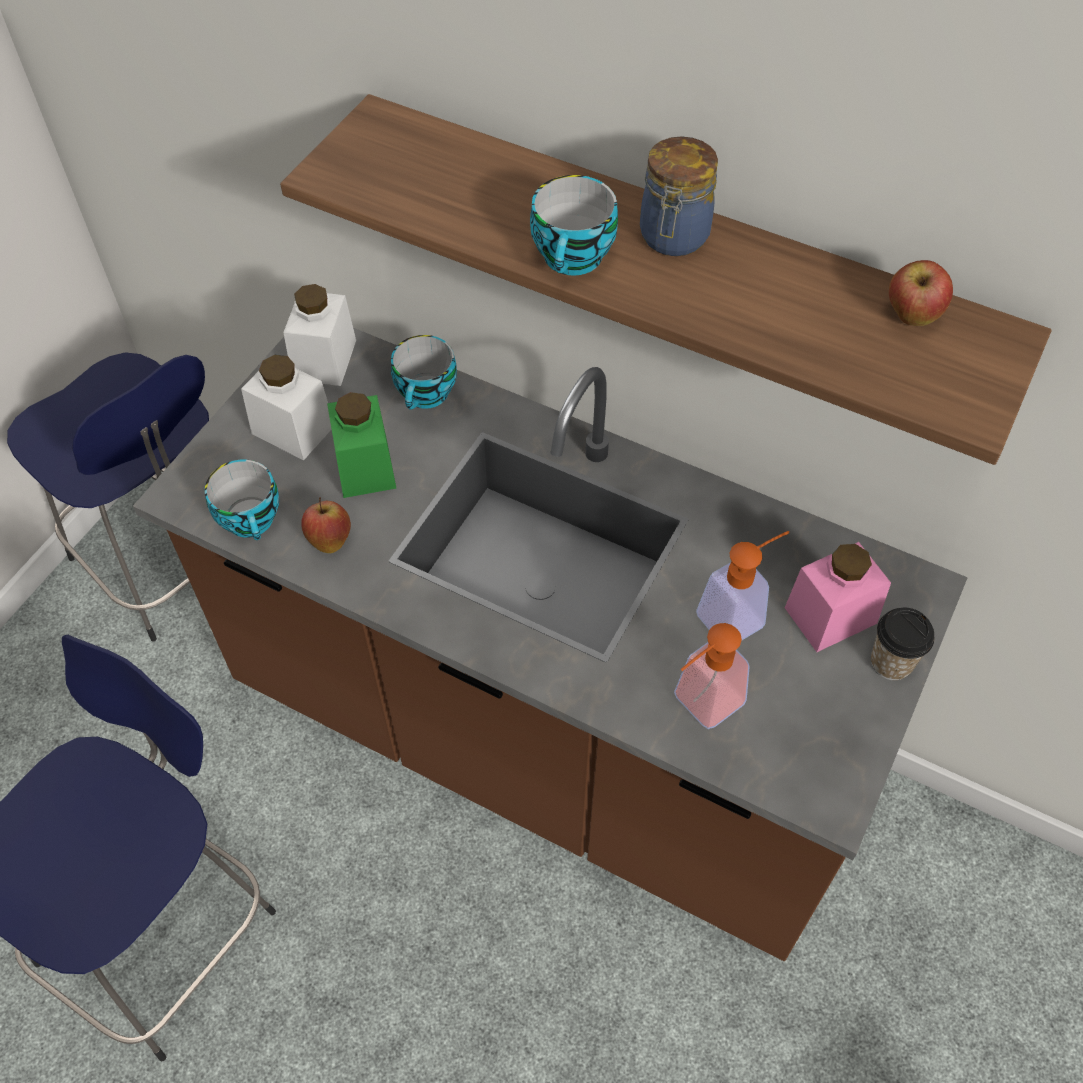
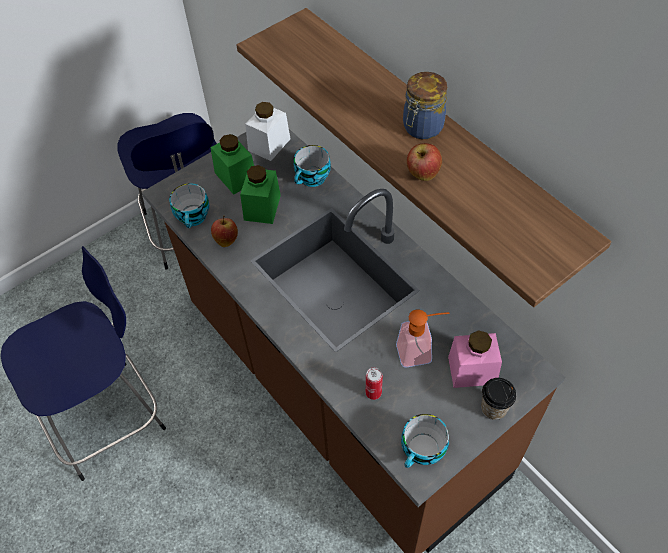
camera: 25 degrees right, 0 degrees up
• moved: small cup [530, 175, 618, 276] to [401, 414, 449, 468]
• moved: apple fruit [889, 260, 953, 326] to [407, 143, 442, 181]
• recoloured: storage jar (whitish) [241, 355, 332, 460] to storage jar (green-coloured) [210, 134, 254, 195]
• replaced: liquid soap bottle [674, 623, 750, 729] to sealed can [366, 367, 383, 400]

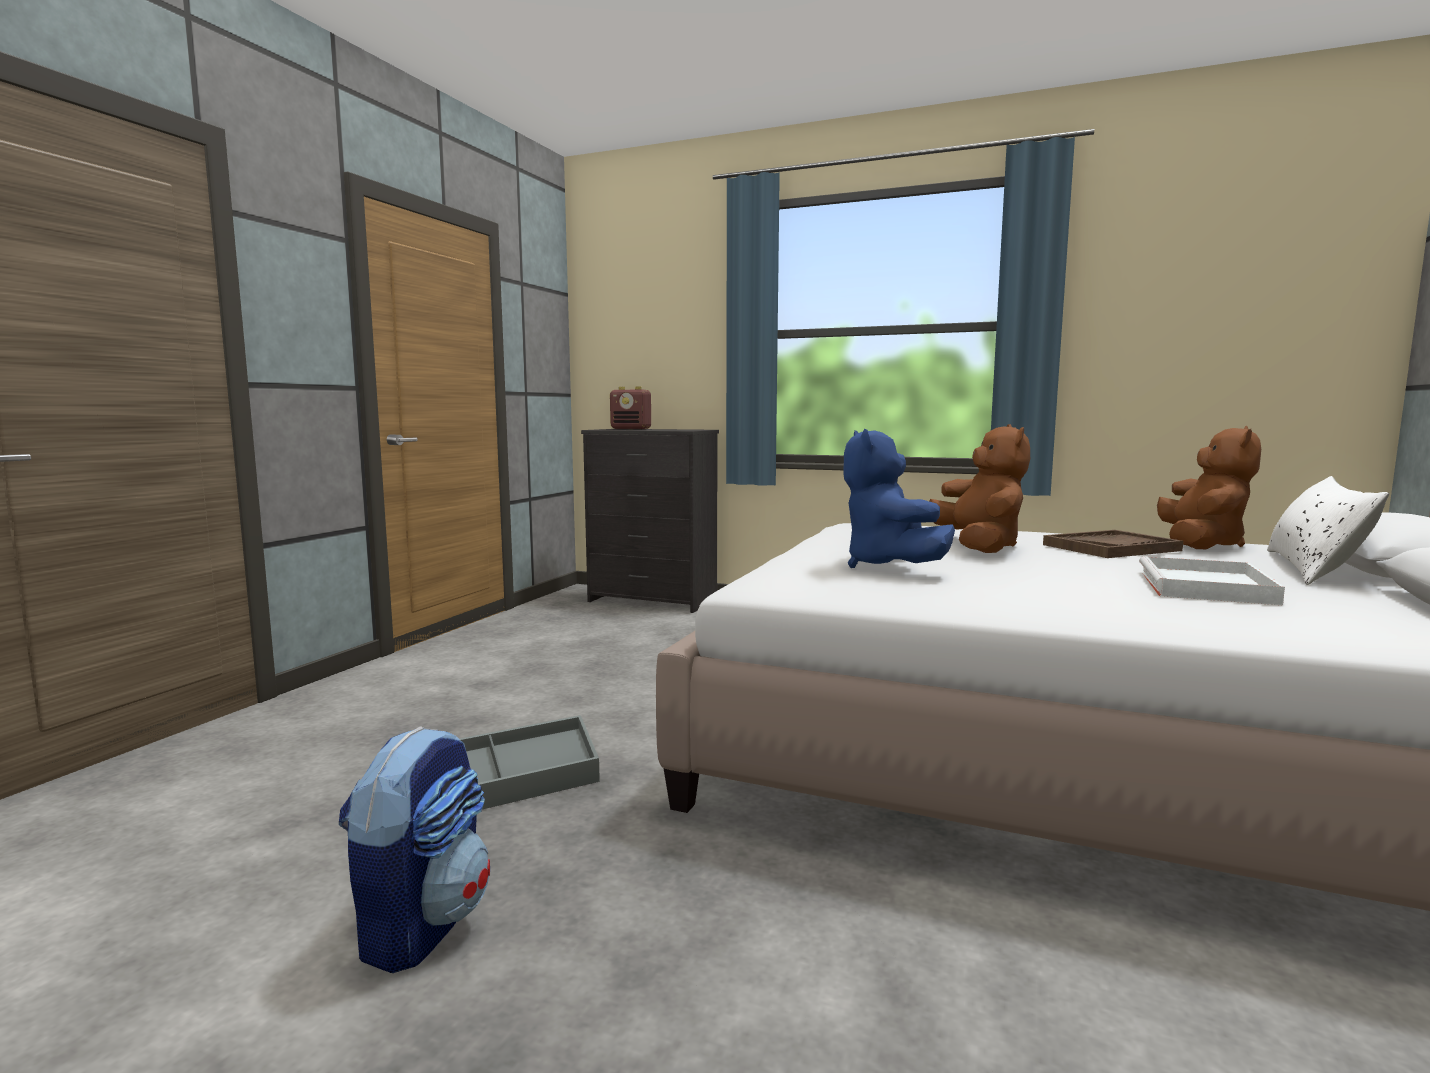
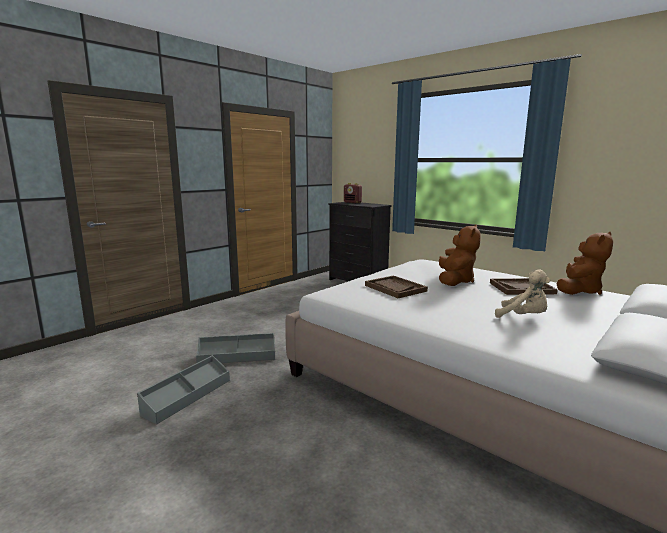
camera: 20 degrees right, 5 degrees up
• replaced: plush toy (blue) [843, 429, 955, 568] to tray (brown-coloured) [365, 276, 428, 298]
• removed: pillow (whitish) [1267, 476, 1389, 585]
• replaced: tray (whitish) [1139, 556, 1285, 605] to plush toy (beige) [495, 269, 550, 318]
• replaced: backpack [339, 726, 490, 973] to storage container (grey) [137, 355, 230, 424]

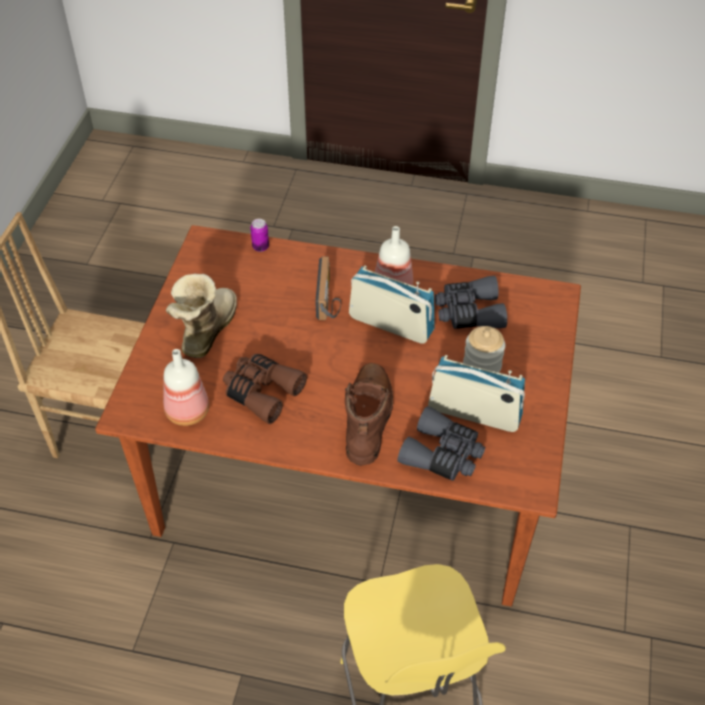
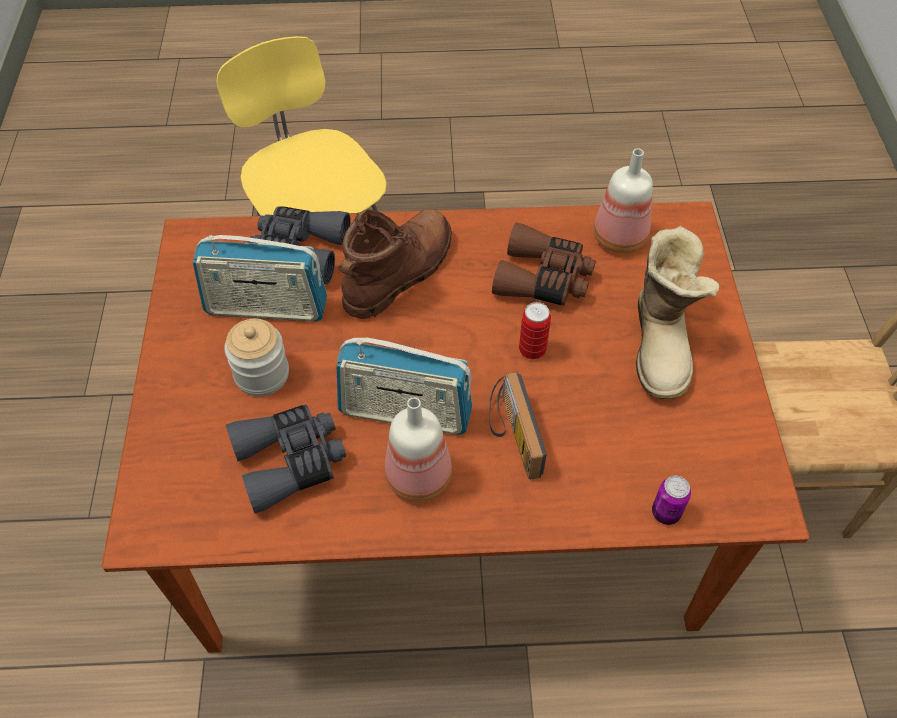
camera: 165 degrees right, 5 degrees up
• turned: high-top boot (brown-coloured) [345, 363, 393, 466] = [338, 209, 452, 319] 135 degrees counterclockwise
• added: sealed can [519, 302, 551, 360]

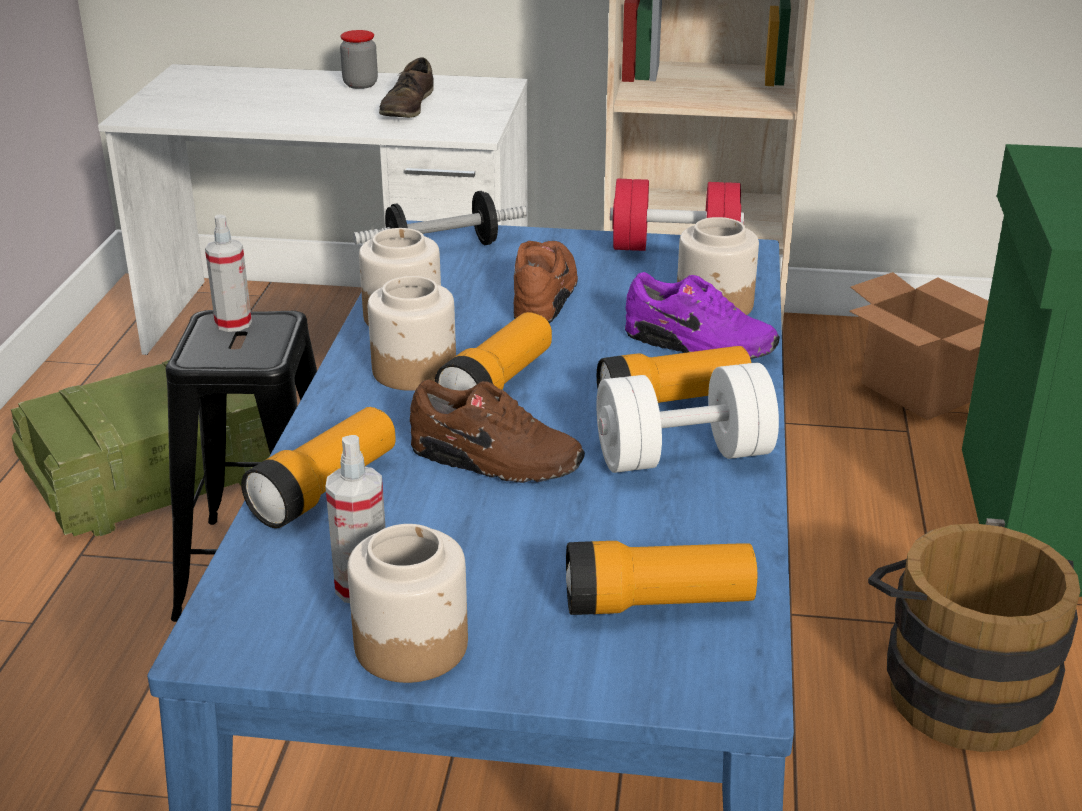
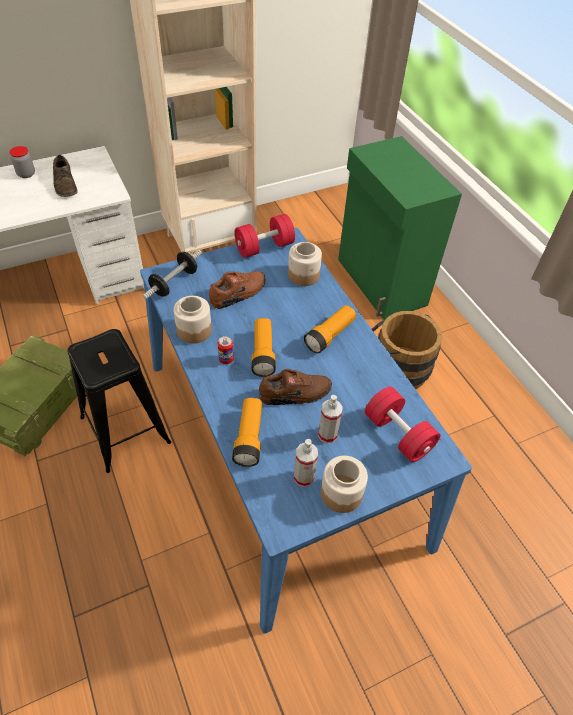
camera: 35 degrees left, 20 degrees up
• moved: spray bottle [205, 215, 252, 332] to [318, 395, 343, 443]
• turned: item of footwear (brown-coloured) [514, 241, 578, 323] = [209, 271, 265, 309] 75 degrees clockwise
• removed: item of footwear (purplish) [625, 272, 780, 359]
• removed: carton [849, 272, 988, 420]
• replaced: storage jar [368, 276, 456, 391] to sealed can [218, 336, 234, 364]
• removed: dumbbell (whitish) [596, 363, 779, 473]
• replaced: torch [566, 541, 757, 615] to dumbbell (reddish) [365, 387, 441, 462]

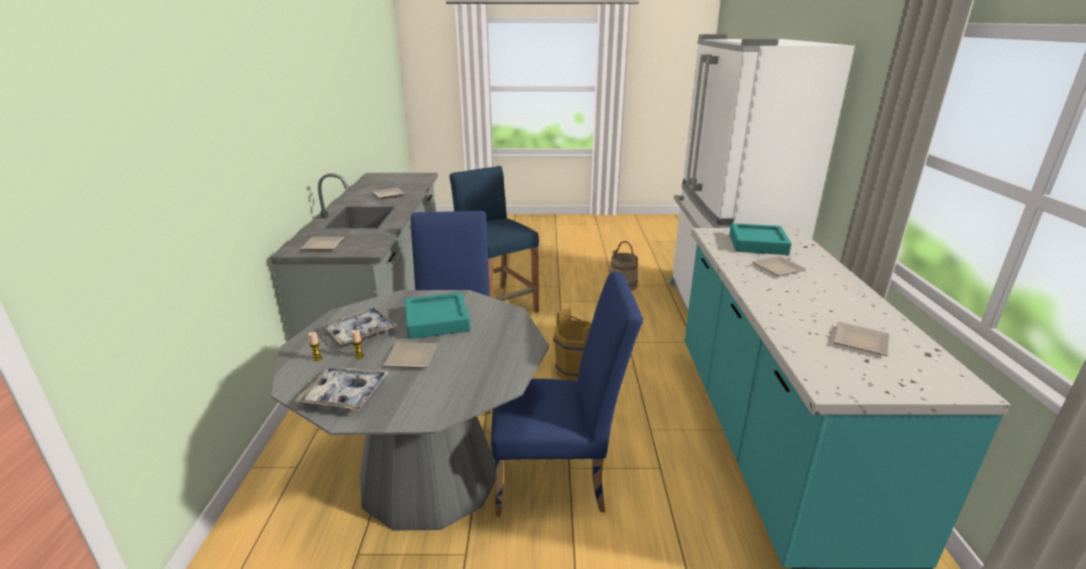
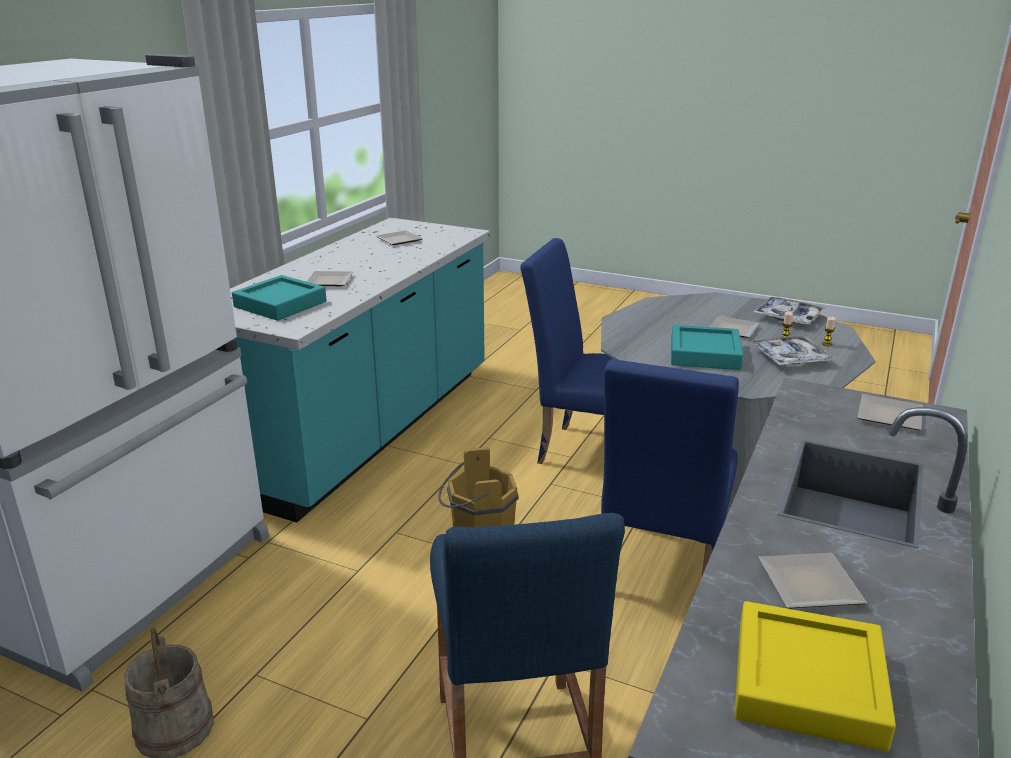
camera: 155 degrees left, 0 degrees up
• added: tray (yellowish) [734, 601, 896, 752]

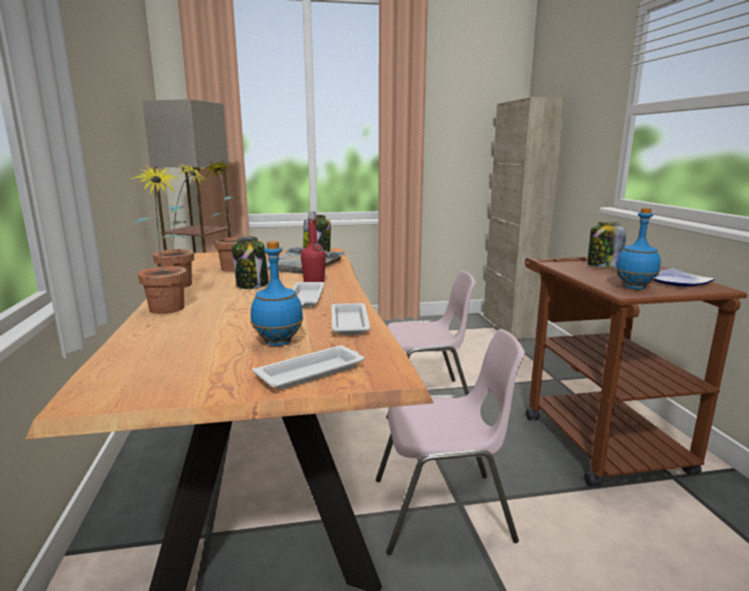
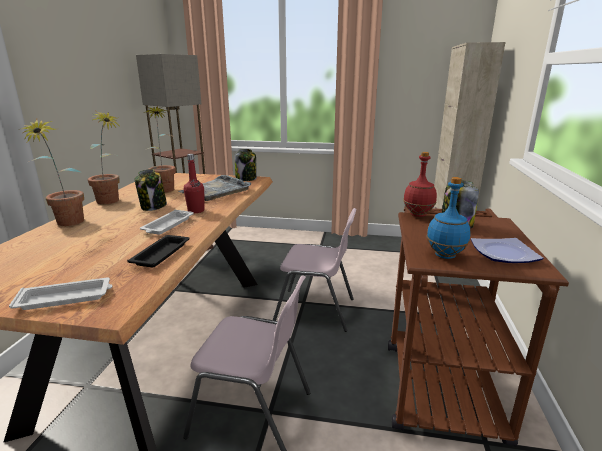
camera: 20 degrees right, 5 degrees up
• removed: bottle (blue) [251, 241, 303, 346]
• recoloured: tray (whitish) [332, 303, 370, 335] to tray (black-coloured) [127, 235, 190, 268]
• added: bottle (reddish) [403, 152, 437, 217]

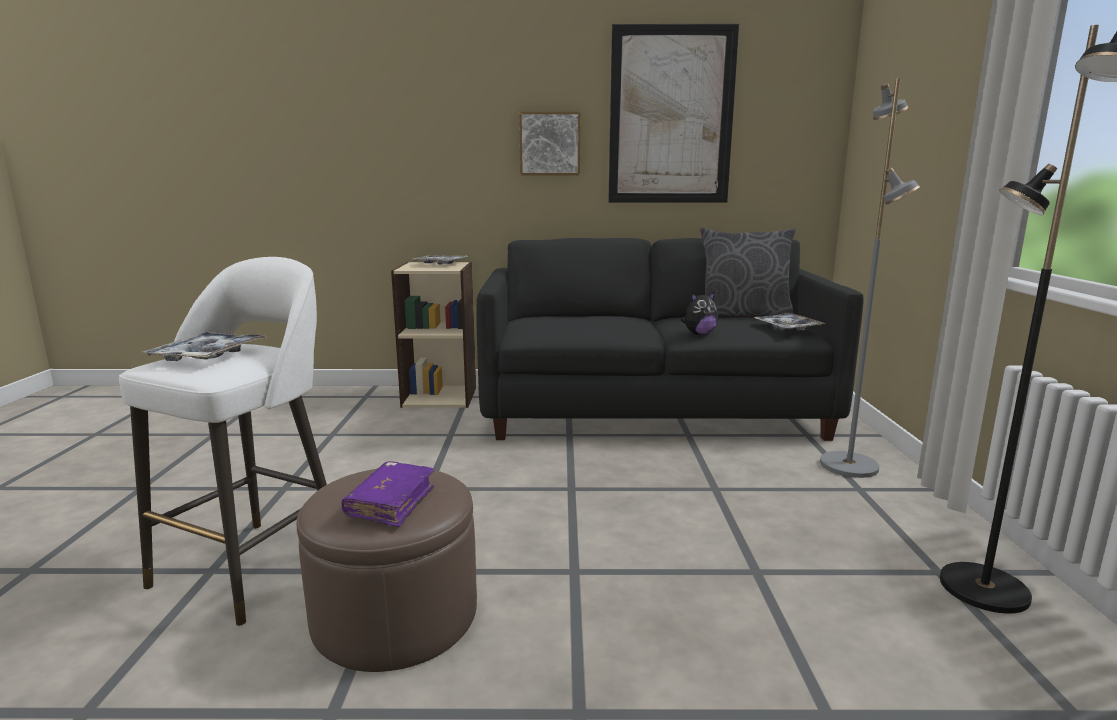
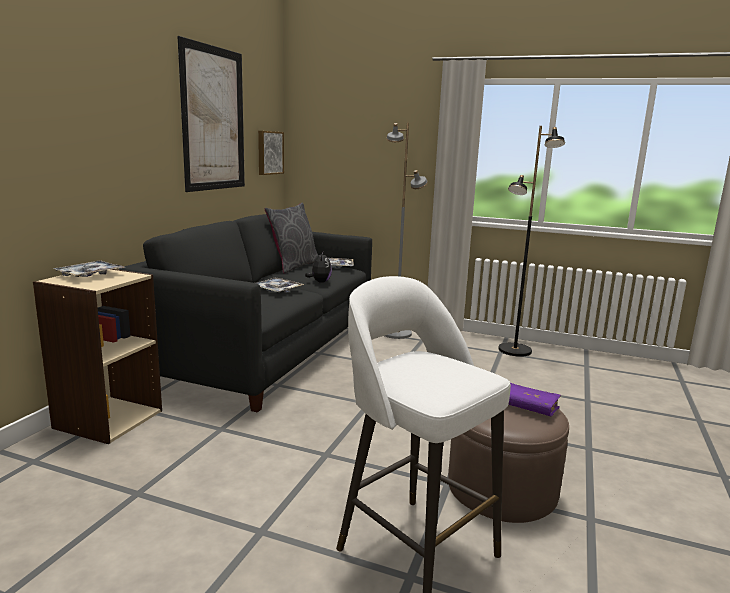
camera: 70 degrees left, 0 degrees up
• moved: wall picture [519, 112, 581, 175] to [258, 131, 284, 175]
• moved: tray [143, 332, 267, 361] to [257, 278, 304, 292]

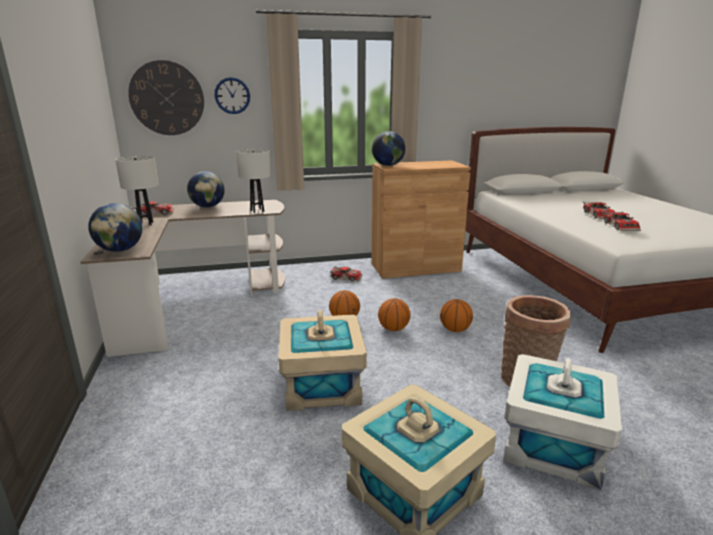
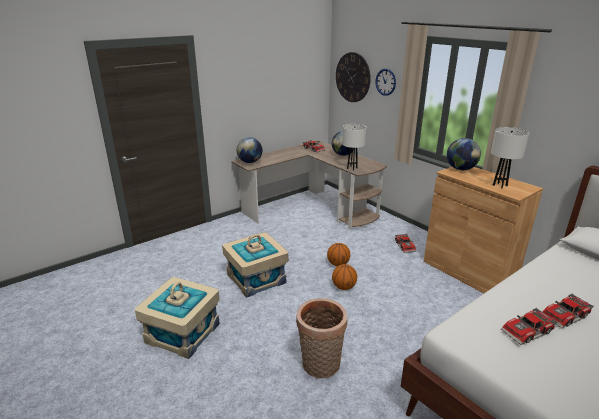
camera: 65 degrees right, 5 degrees up
• moved: table lamp (whitish) [115, 156, 158, 225] to [491, 127, 529, 189]
• removed: ball for basketball [440, 299, 473, 332]
• removed: storage container (whitish) [503, 354, 622, 490]

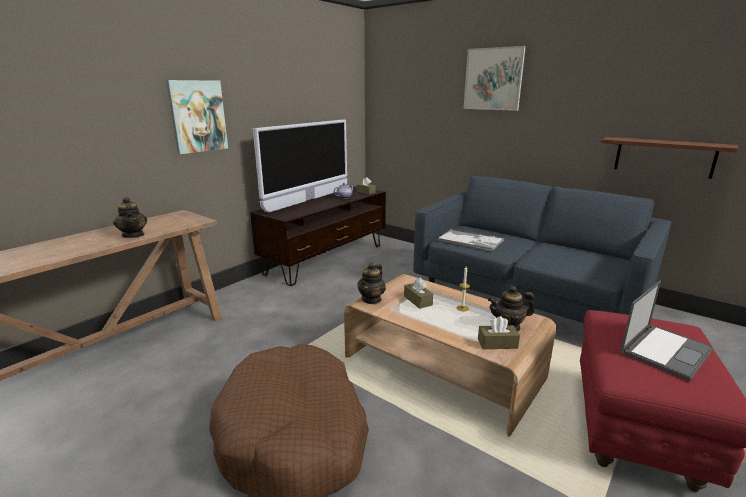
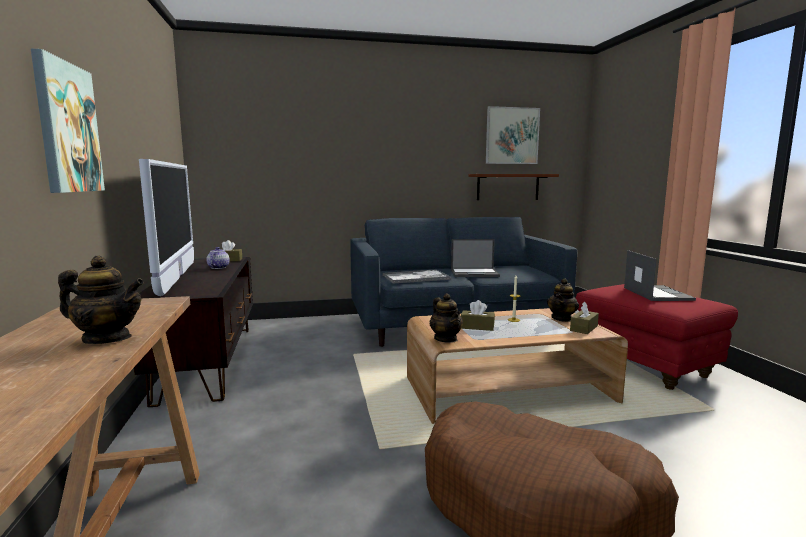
camera: 50 degrees left, 10 degrees down
• moved: wall picture [463, 46, 526, 111] to [486, 106, 540, 164]
• added: laptop [451, 239, 500, 277]

